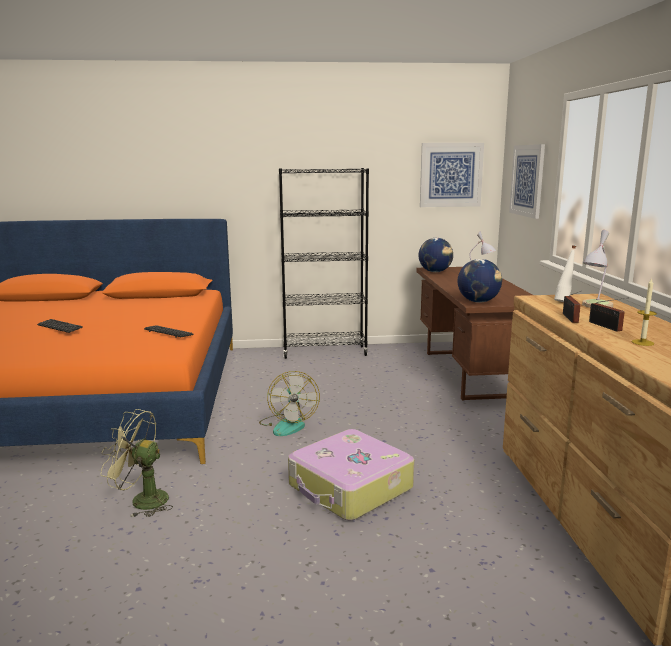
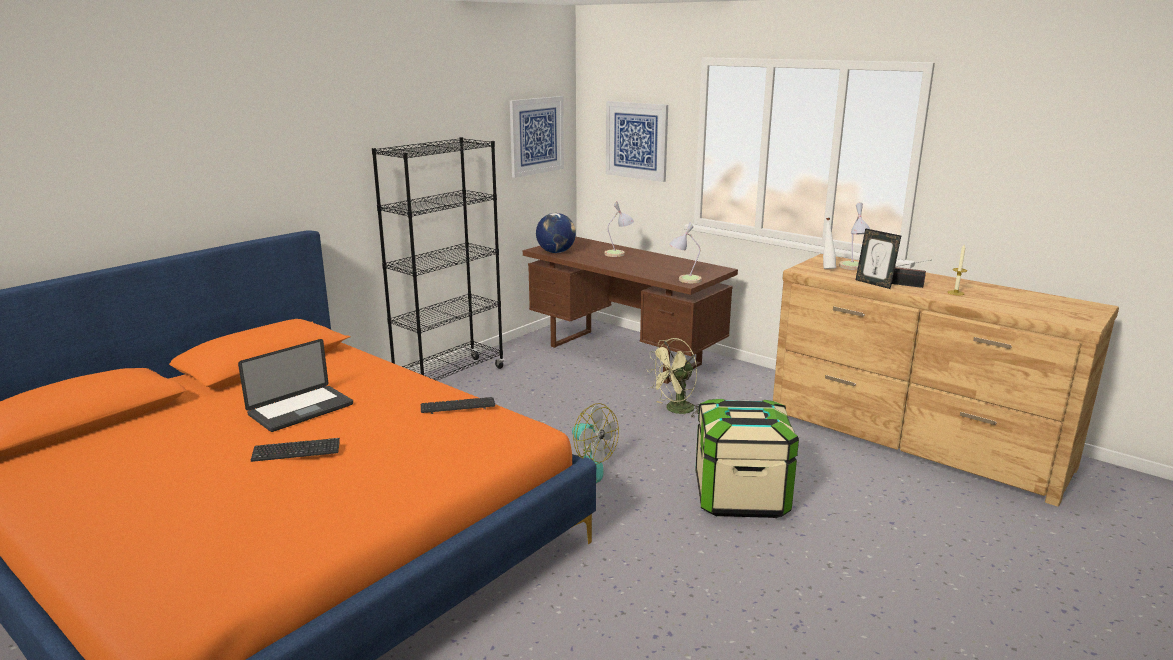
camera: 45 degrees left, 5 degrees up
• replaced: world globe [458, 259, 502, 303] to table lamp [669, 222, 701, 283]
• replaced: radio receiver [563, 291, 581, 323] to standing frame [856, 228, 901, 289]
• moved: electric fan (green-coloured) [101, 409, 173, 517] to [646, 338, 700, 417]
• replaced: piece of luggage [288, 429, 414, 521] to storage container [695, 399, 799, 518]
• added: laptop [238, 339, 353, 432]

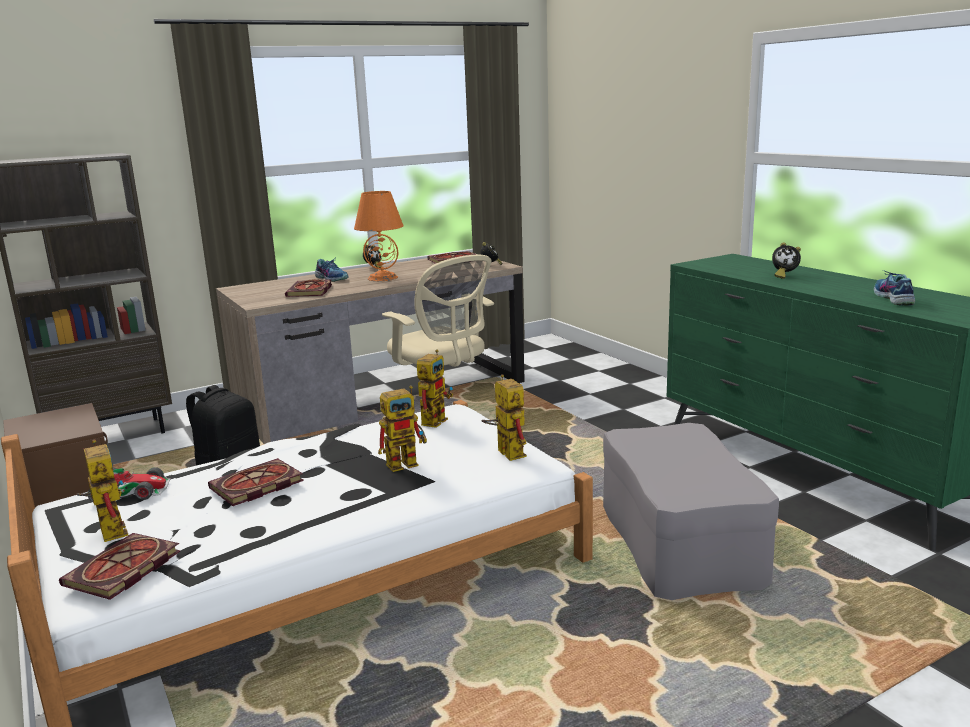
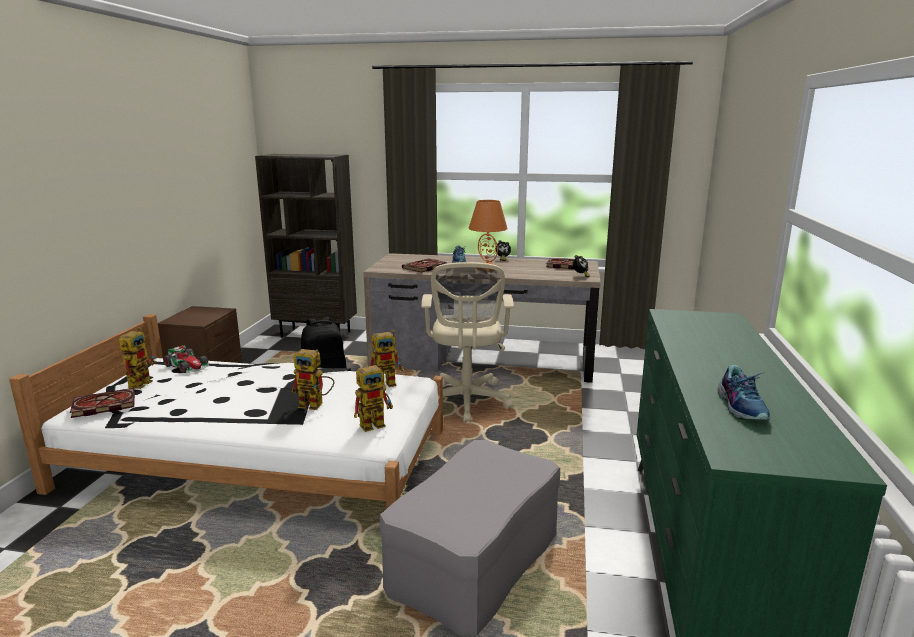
camera: 40 degrees right, 0 degrees up
• removed: bedside clock [772, 242, 801, 279]
• turned: item of footwear [874, 271, 915, 306] = [718, 365, 770, 420] 135 degrees clockwise
• turned: robot figure [481, 374, 527, 461] = [354, 363, 393, 432] 45 degrees clockwise
• removed: book [208, 458, 304, 506]

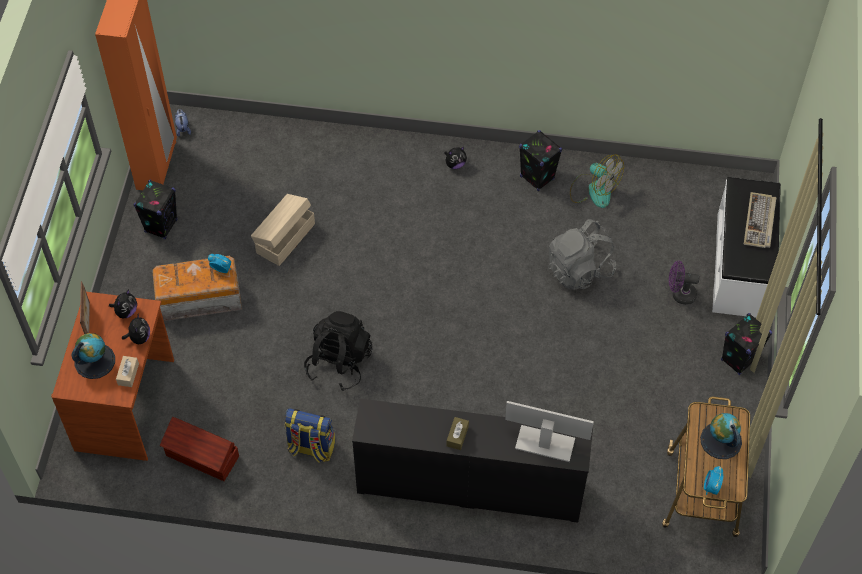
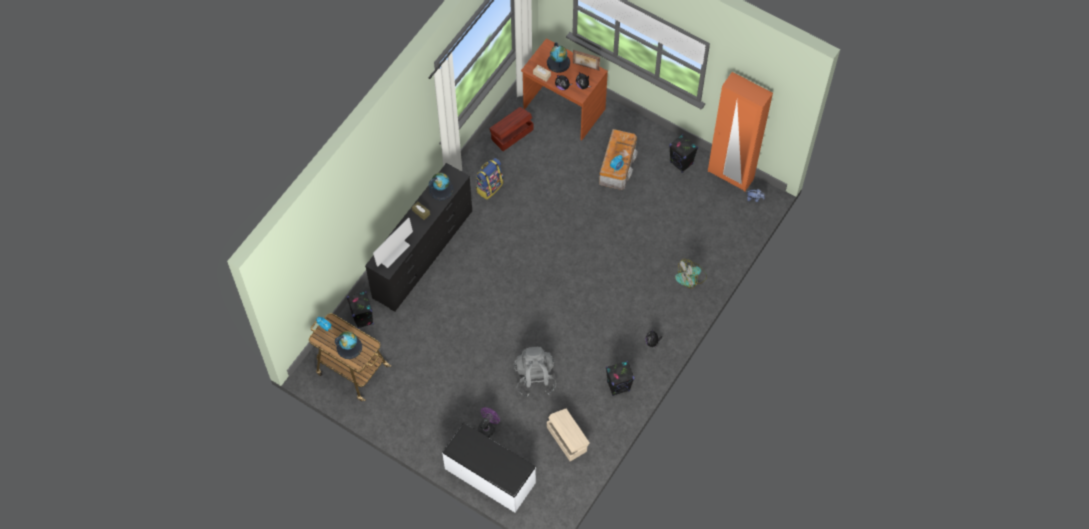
camera: 115 degrees right, 5 degrees up
• moved: electric fan [570, 154, 624, 208] to [675, 259, 707, 288]
• removed: PC keyboard [744, 192, 777, 248]
• moved: storage container (beige) [251, 194, 315, 266] to [547, 409, 590, 461]
• removed: backpack (black-coloured) [304, 311, 373, 391]
• moved: loudspeaker (black-coloured) [721, 313, 772, 375] to [347, 291, 374, 329]
• added: world globe [429, 173, 454, 200]

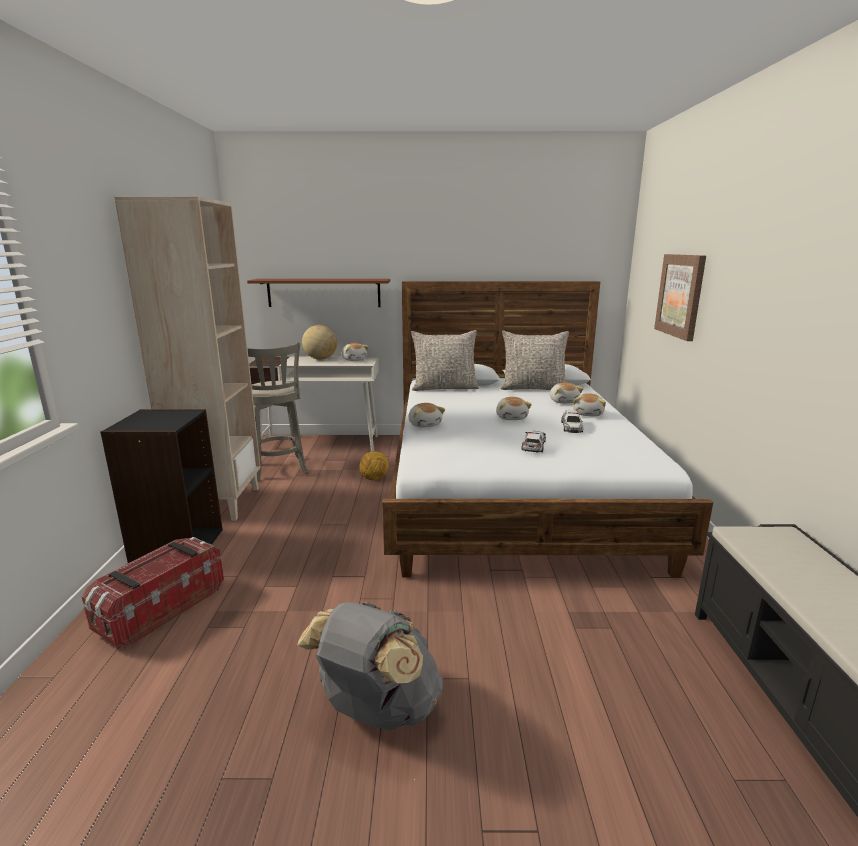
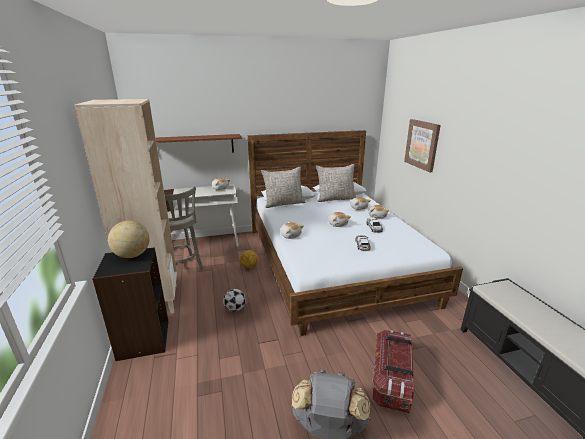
camera: 15 degrees left, 5 degrees up
• moved: world globe [302, 325, 337, 360] to [108, 221, 150, 258]
• moved: storage container [81, 537, 224, 649] to [372, 330, 414, 413]
• added: football ball [223, 289, 246, 312]

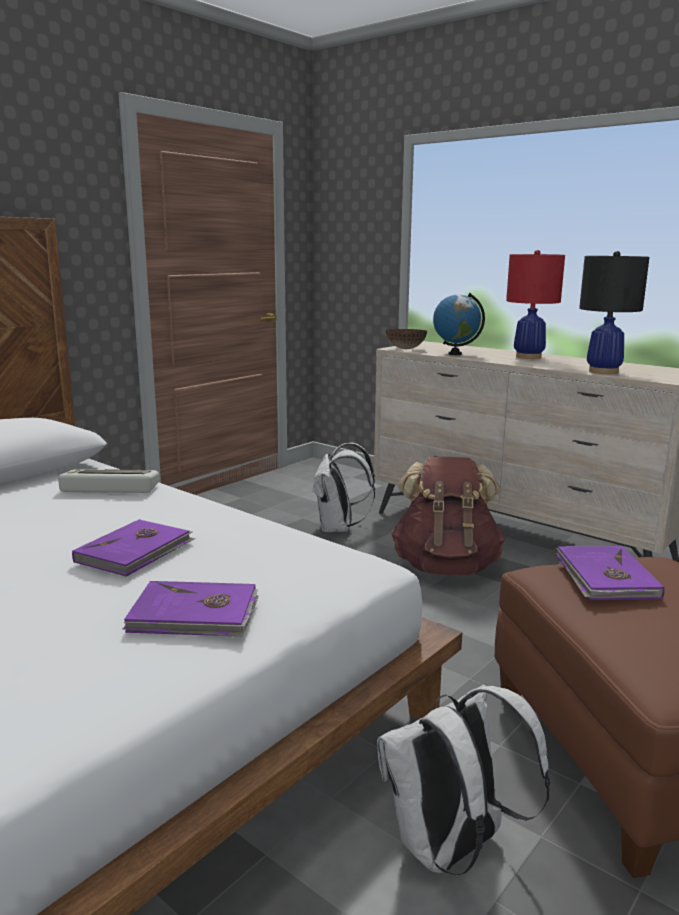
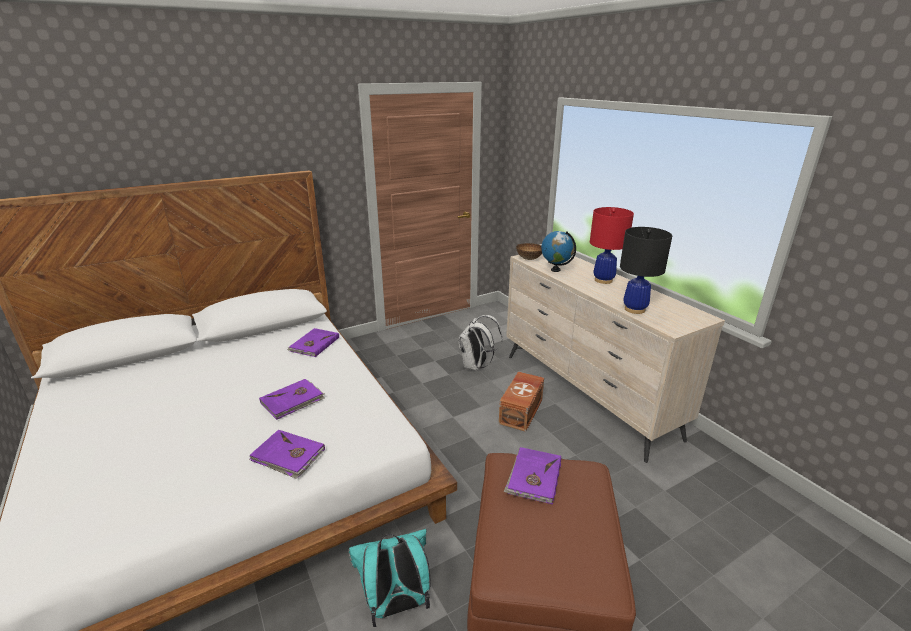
camera: 20 degrees right, 10 degrees up
• replaced: backpack (brown-coloured) [391, 457, 506, 576] to storage container (brown-coloured) [499, 372, 544, 432]
• replaced: PC keyboard [58, 469, 160, 493] to book (purplish) [287, 328, 339, 357]
• recoloured: backpack (whitish) [377, 685, 550, 875] to backpack (turquoise) [348, 529, 431, 627]

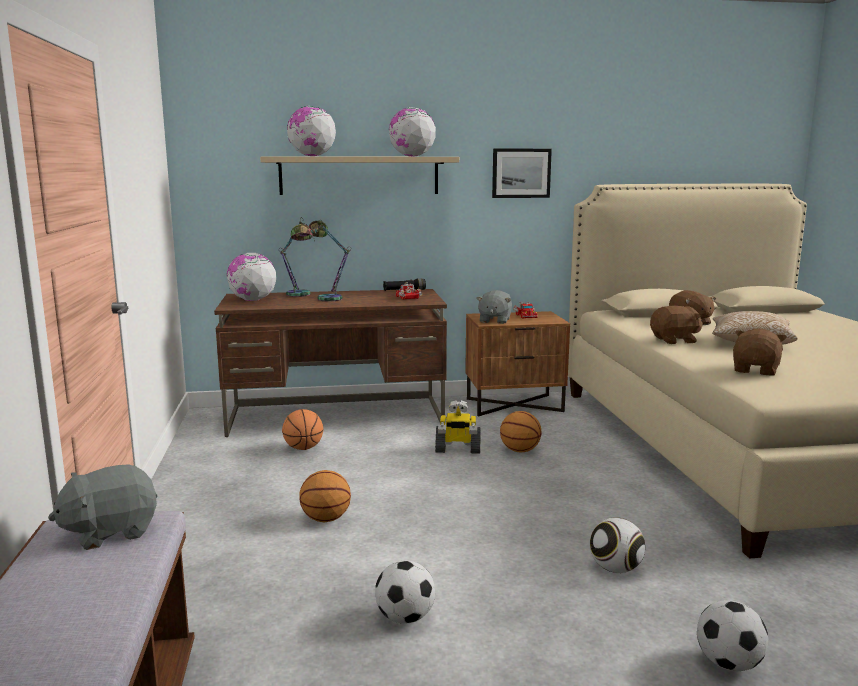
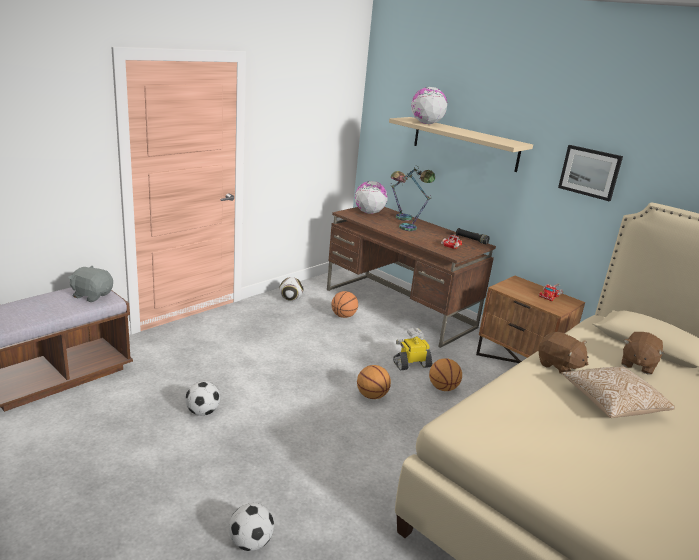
camera: 50 degrees right, 10 degrees up
• removed: world globe [389, 107, 436, 157]
• removed: plush toy (grey) [477, 290, 512, 324]
• removed: plush toy (brown-coloured) [733, 328, 787, 375]
• turned: robot figure [435, 400, 481, 454] = [393, 328, 432, 370] 105 degrees clockwise
• moved: ball for basketball [299, 470, 351, 522] to [357, 365, 391, 399]
• moved: football ball [590, 517, 645, 573] to [279, 277, 303, 301]

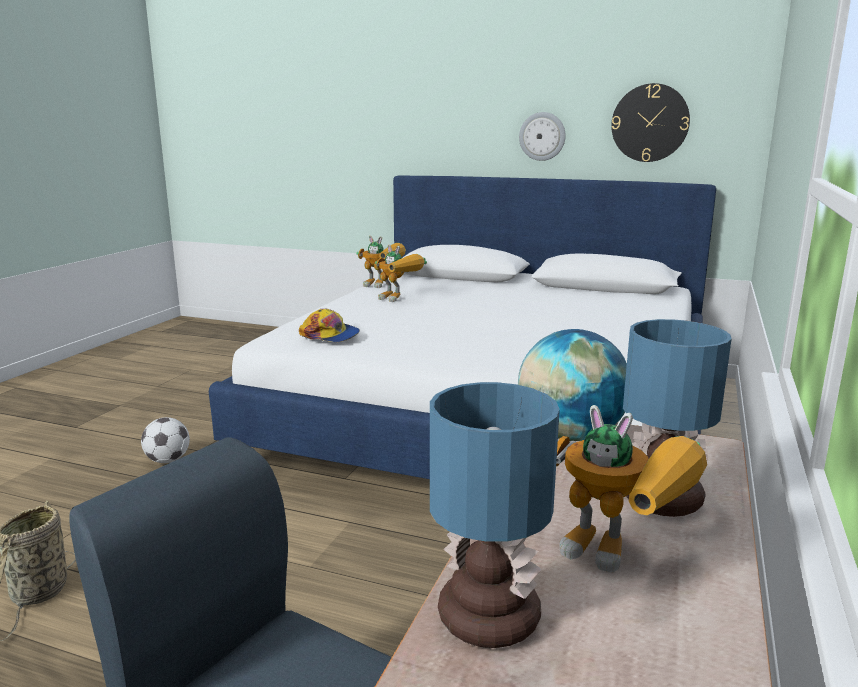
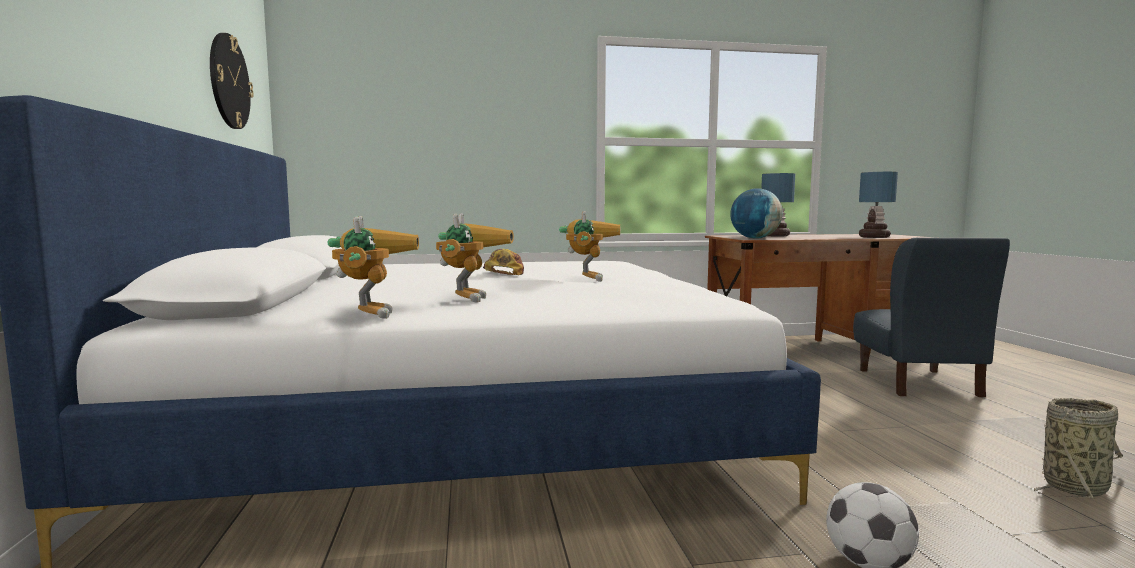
camera: 120 degrees left, 10 degrees down
• removed: clock on the wall [519, 112, 566, 161]
• moved: baseball cap [299, 309, 360, 342] to [483, 249, 524, 275]
• moved: robot figure [556, 405, 707, 572] to [559, 211, 620, 282]

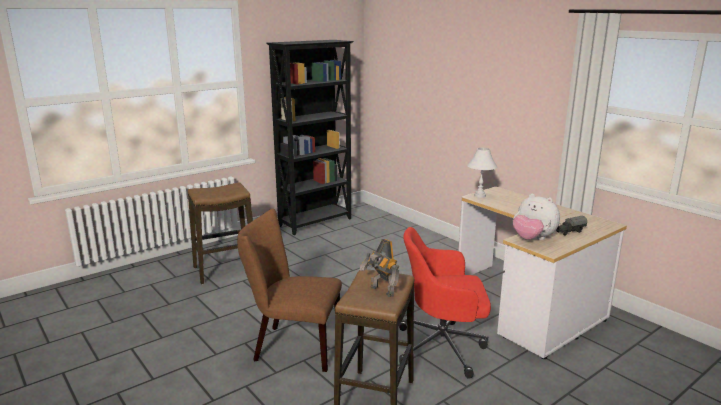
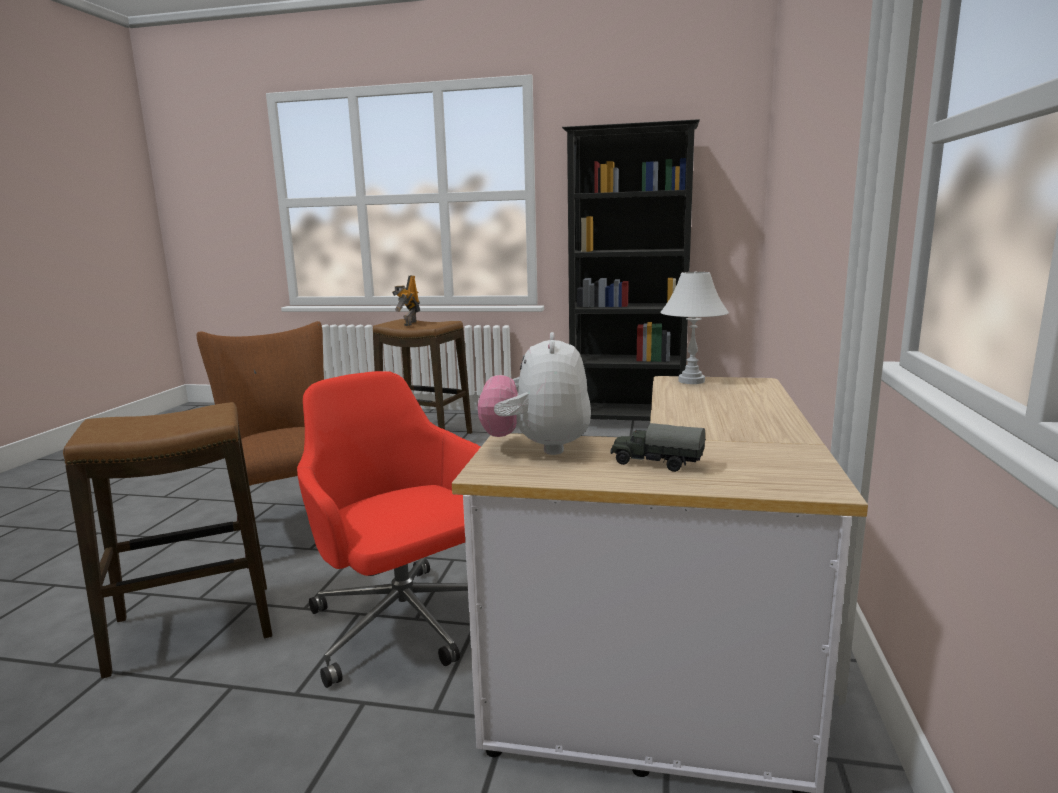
camera: 50 degrees right, 5 degrees down
• moved: robot figure [360, 239, 399, 297] to [392, 275, 420, 326]

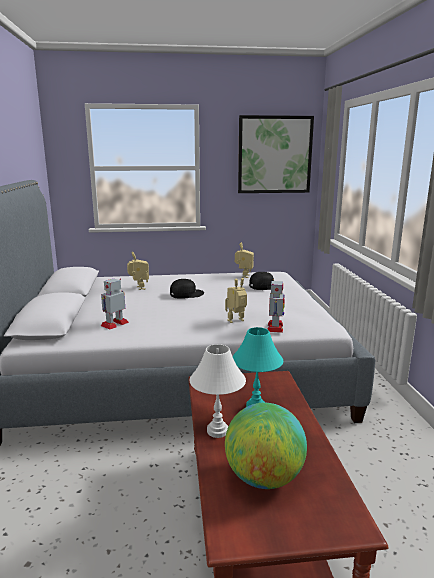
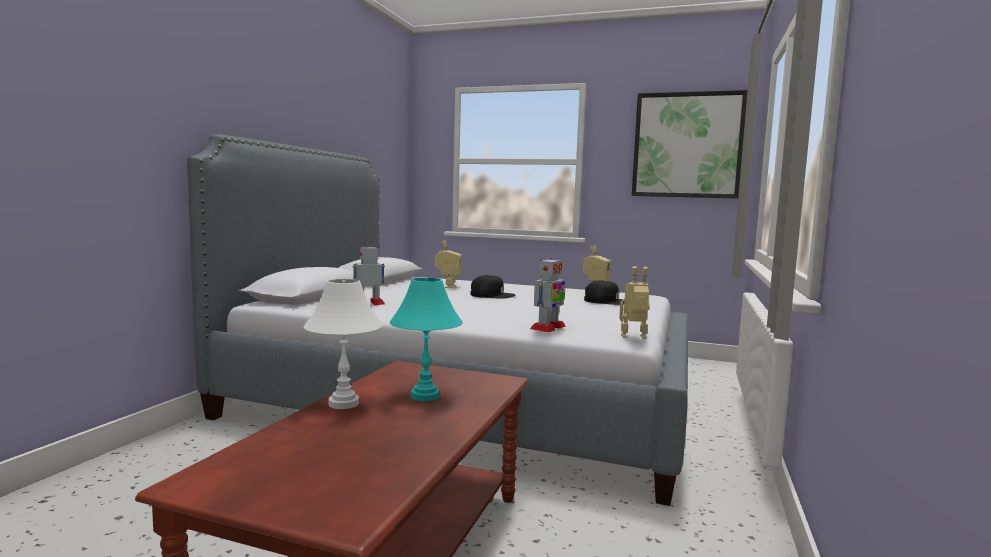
camera: 25 degrees right, 10 degrees down
• moved: robot figure [225, 278, 247, 323] to [619, 266, 650, 339]
• removed: world globe [225, 403, 307, 489]

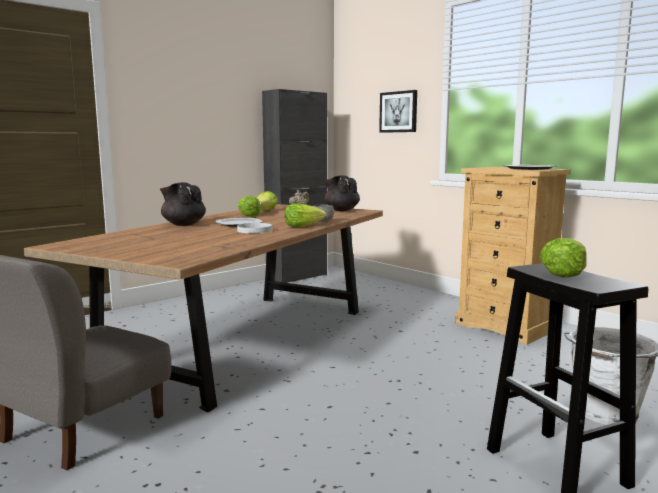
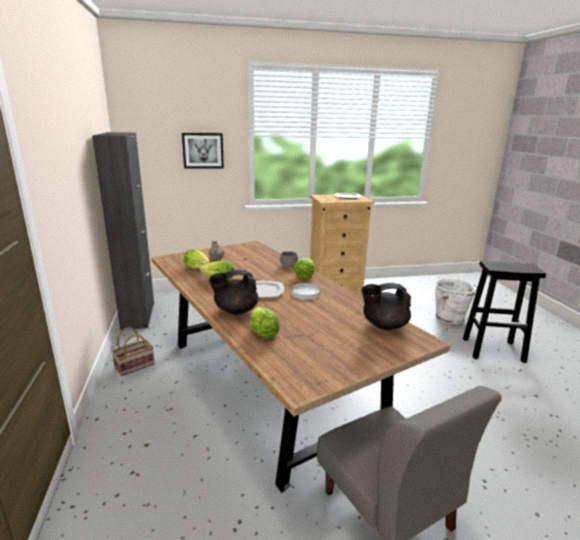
camera: 60 degrees left, 10 degrees up
• moved: teapot (black-coloured) [324, 175, 360, 211] to [361, 283, 411, 330]
• moved: lettuce [539, 238, 587, 278] to [250, 307, 280, 338]
• added: basket [111, 327, 155, 376]

